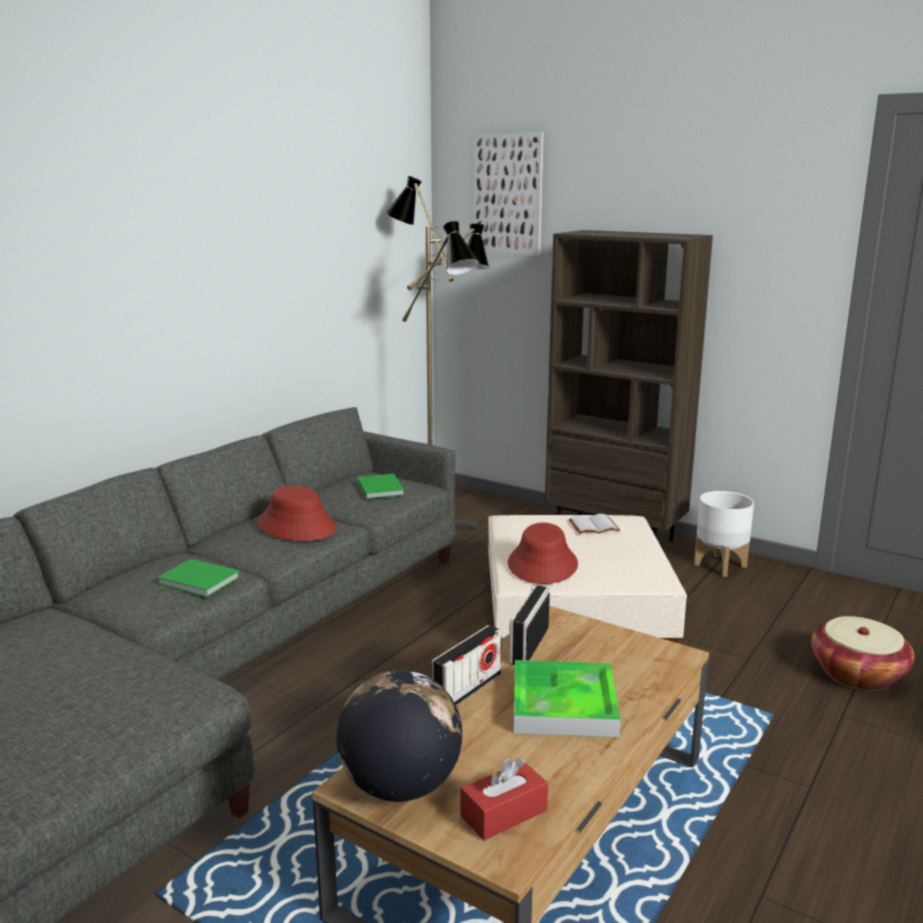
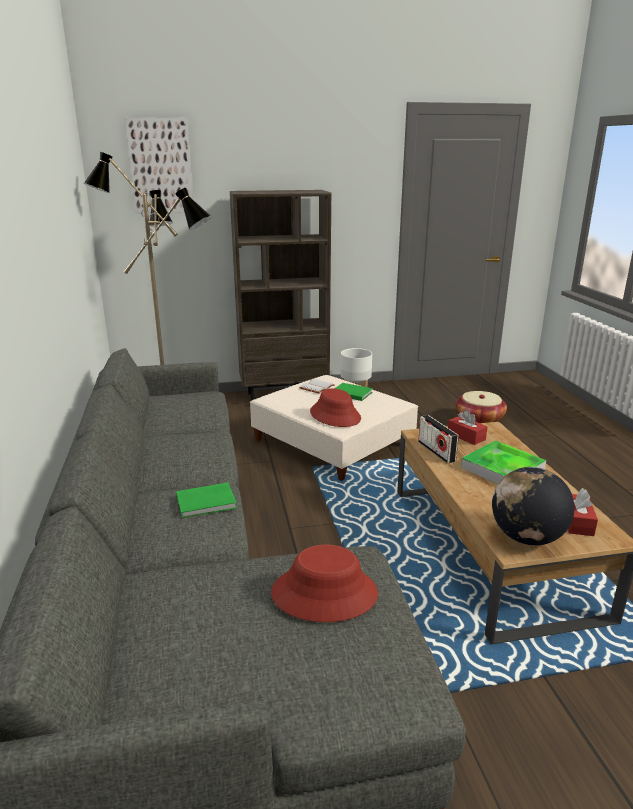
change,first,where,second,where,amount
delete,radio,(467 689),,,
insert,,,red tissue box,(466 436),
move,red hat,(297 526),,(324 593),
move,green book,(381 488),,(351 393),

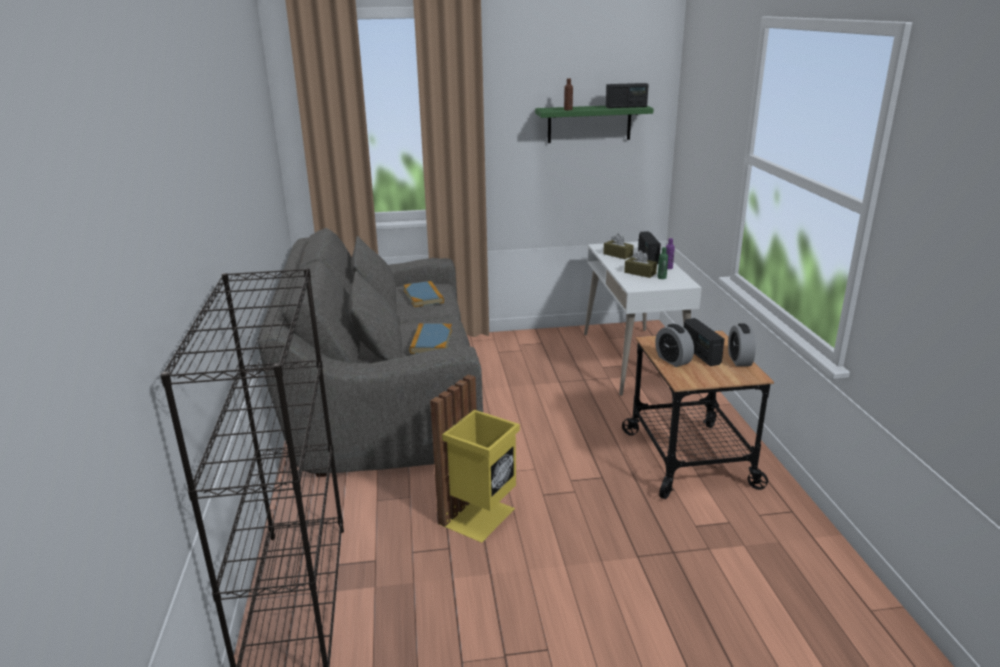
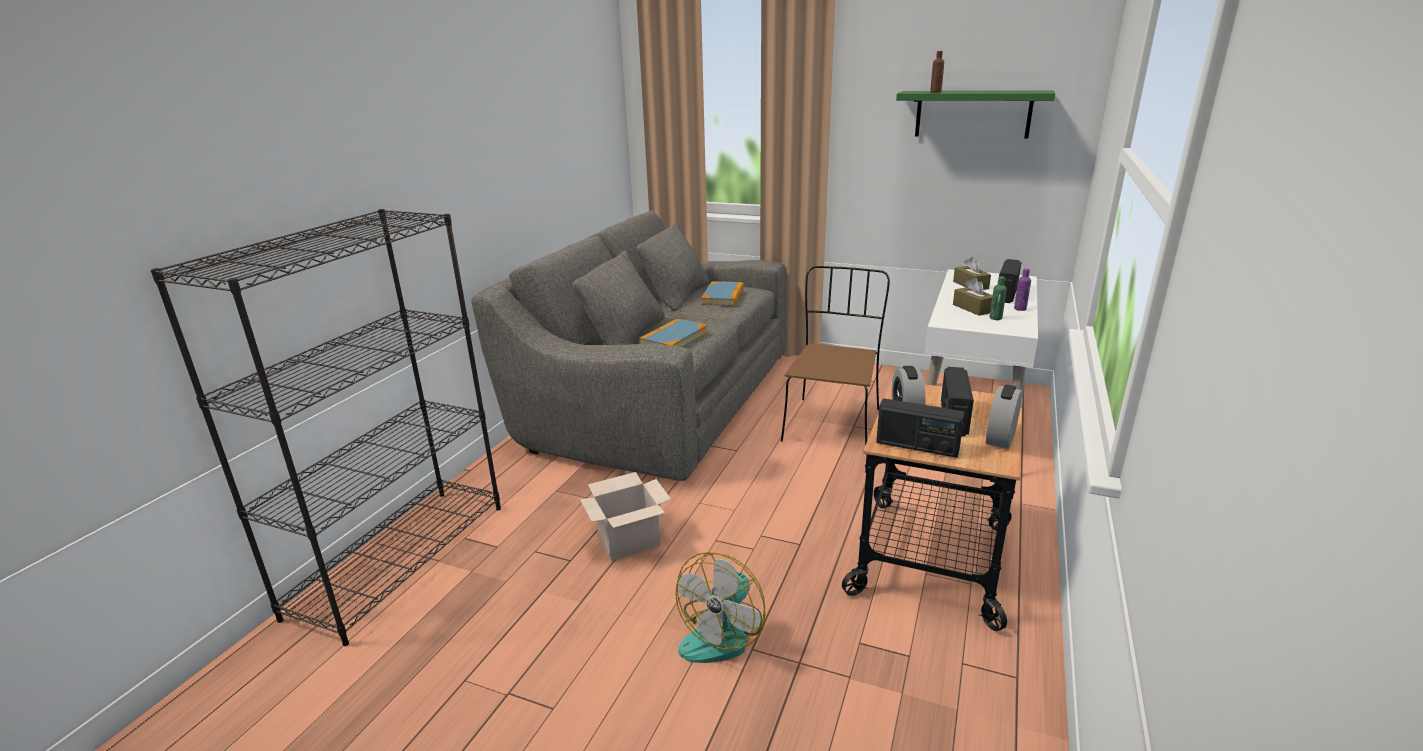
change,first,where,second,where,amount
insert,,,fan,(723 633),
insert,,,brown chair,(832 424),
move,radio,(626 107),,(917 446),
replace,yellow trash can,(480 517),cardboard box,(630 540),

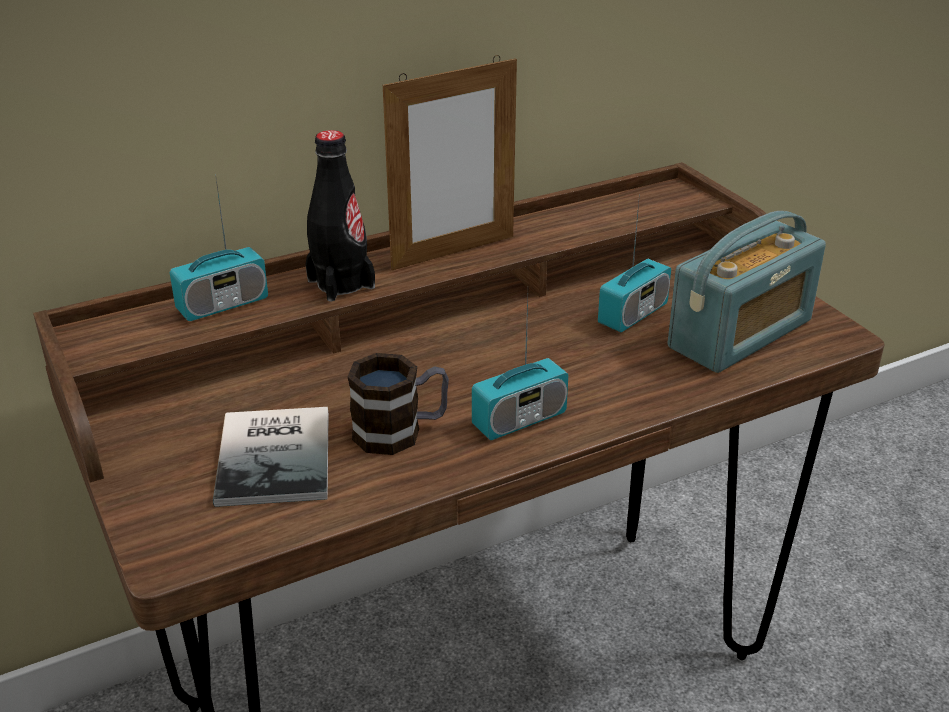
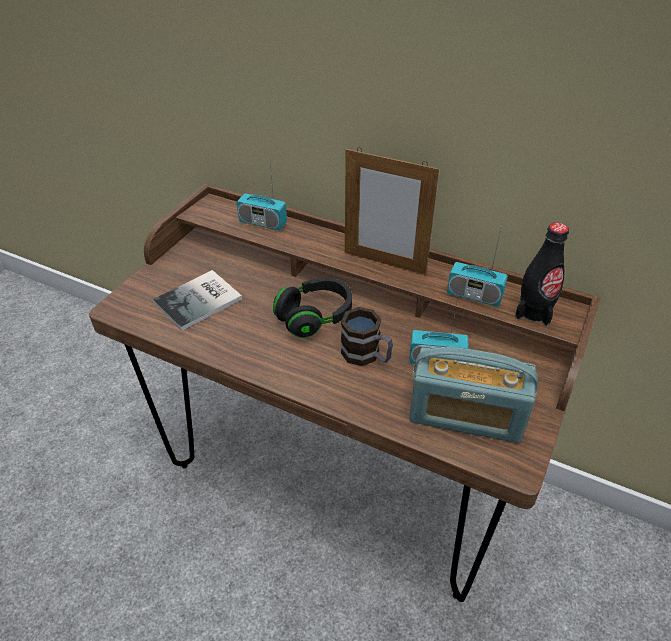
change,first,where,second,where,amount
insert,,,black headphones,(315 317),
move,black bottle,(341 284),,(534 312),
move,mug,(401 432),,(367 356),
move,radio,(519 420),,(474 295),

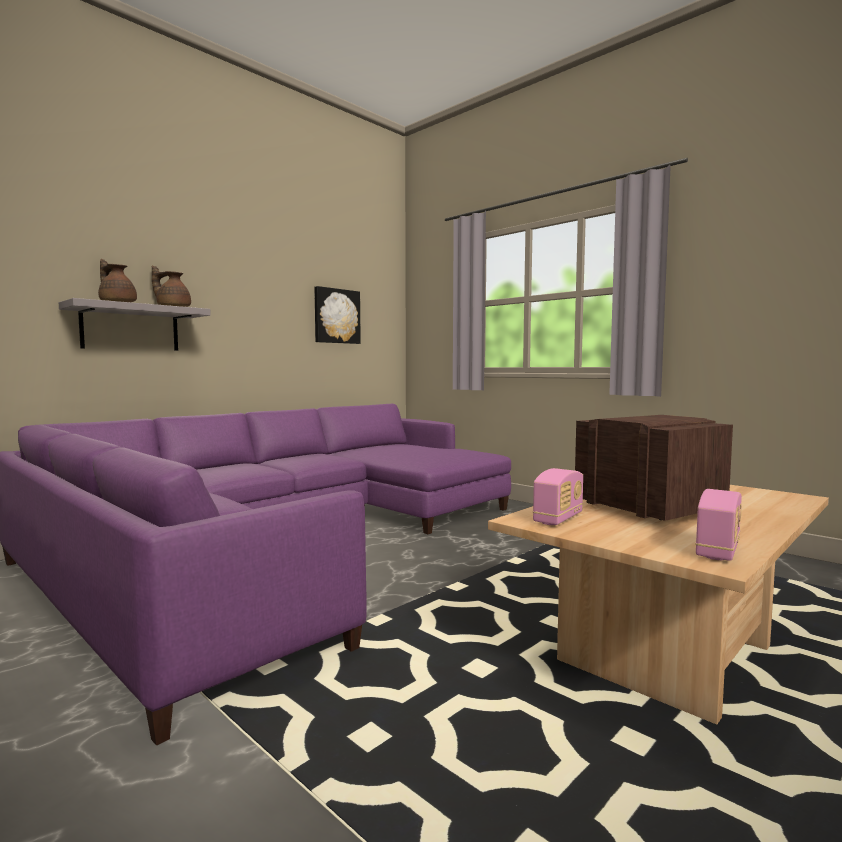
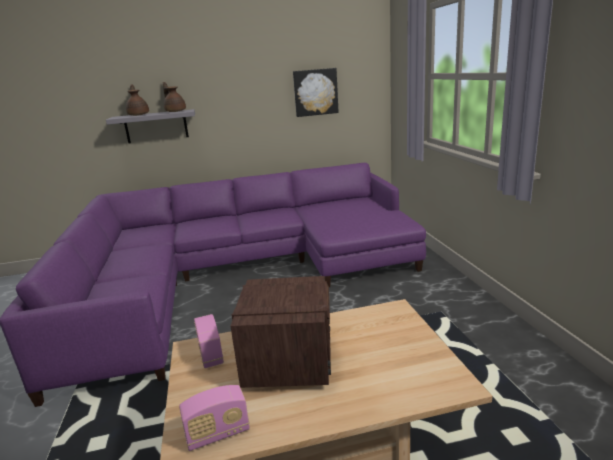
change,first,where,second,where,amount
rotate,radio,(558 518),,(210 354),90 degrees clockwise

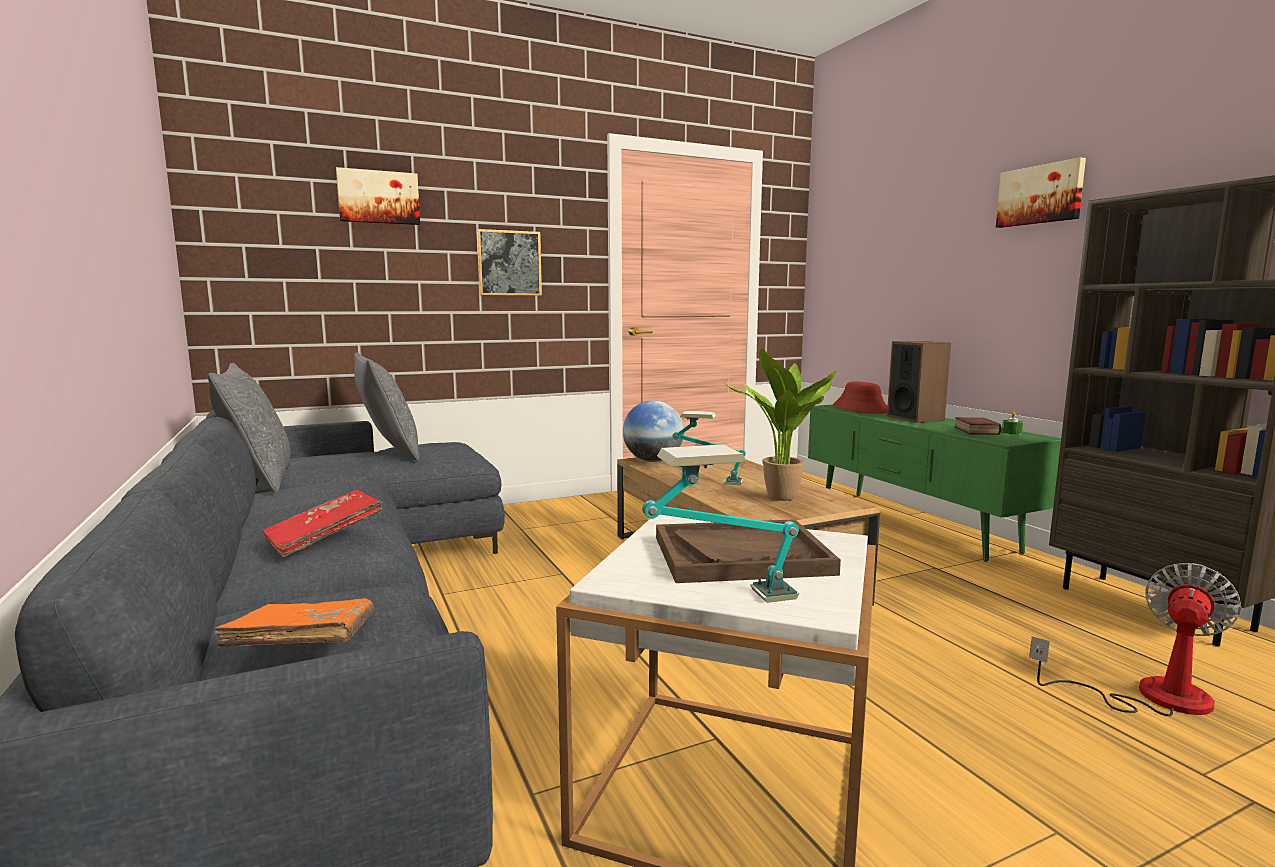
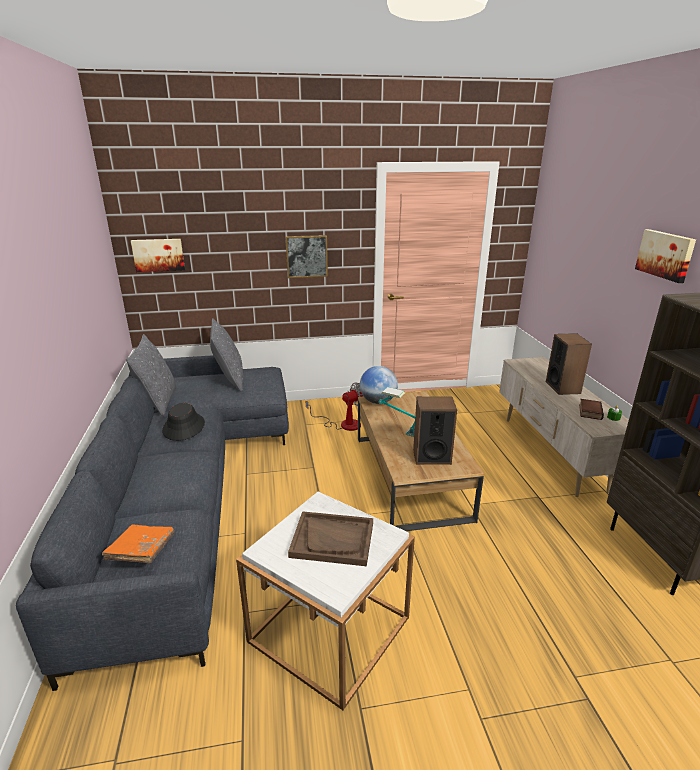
change,first,where,second,where,amount
delete,red book,(324 539),,,
delete,table lamp,(721 600),,,
delete,red hat,(861 408),,,
insert,,,black hat,(184 427),
move,picture,(378 197),,(158 254),
move,fan,(1150 696),,(343 424),
replace,potted plant,(785 499),speaker,(431 456),
recolor,green tv stand,(911 524),beige tv stand,(551 453),

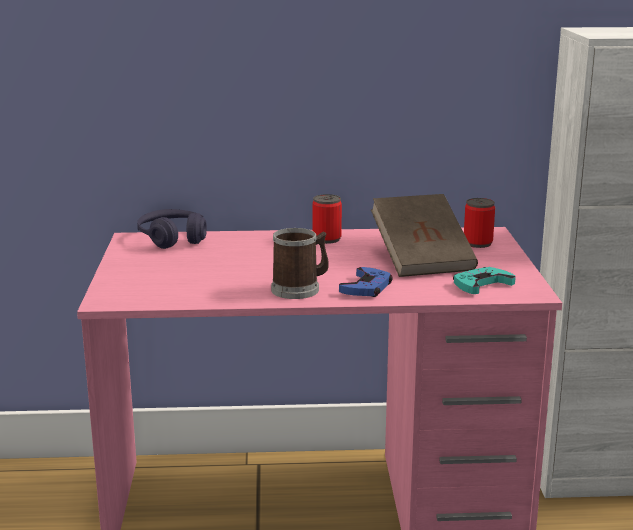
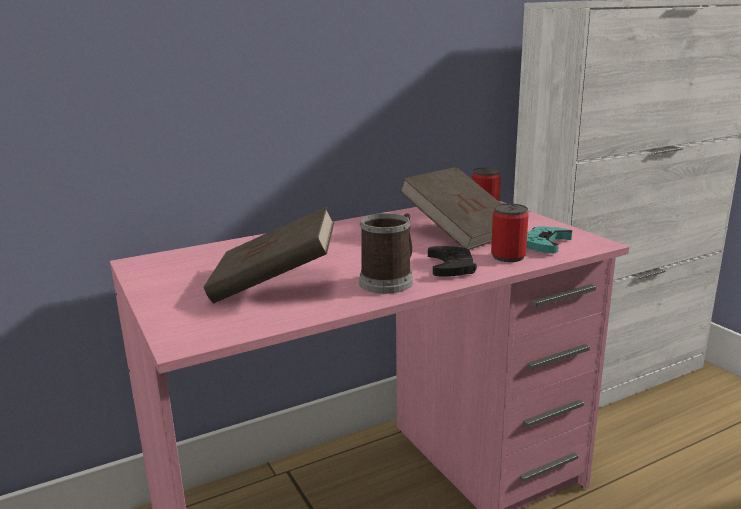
change,first,where,second,where,amount
delete,purple headphones,(173 238),,,
insert,,,brown book,(274 284),
move,can,(326 239),,(508 256),
recolor,blue game controller,(366 288),black game controller,(451 266),

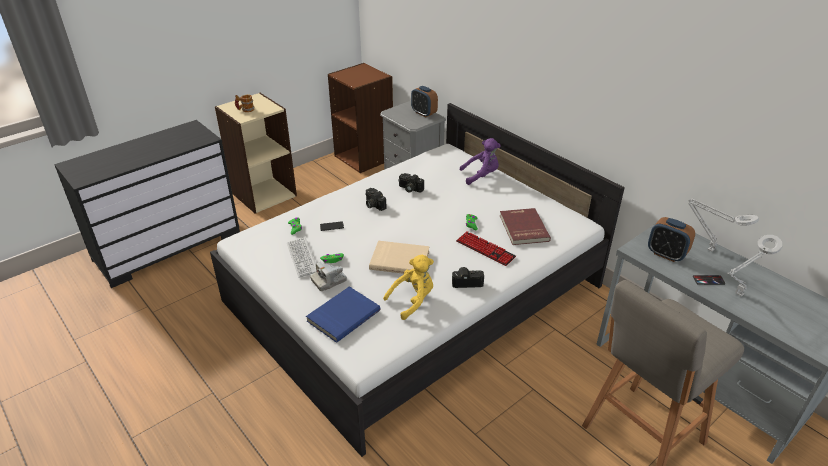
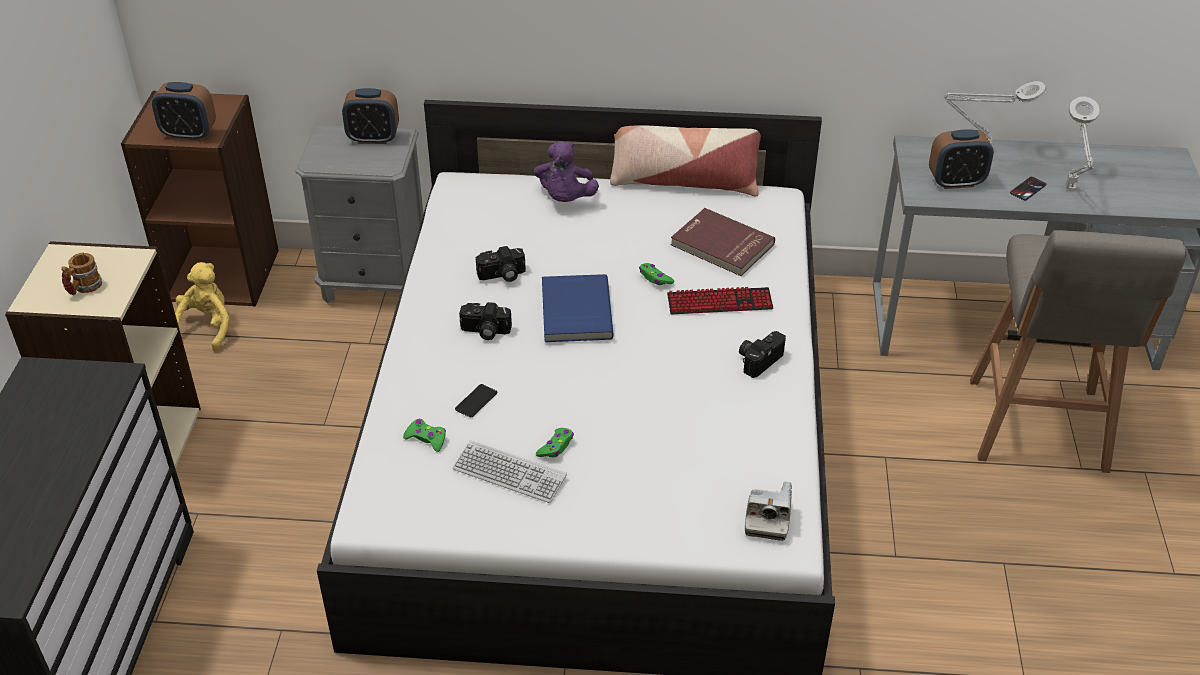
change,first,where,second,where,amount
delete,beige book,(400 259),,,
insert,,,alarm clock,(189 134),
insert,,,pillow,(683 181),
move,blue book,(342 315),,(574 311),
move,photo camera,(329 281),,(767 518),
move,yellow plush toy,(413 300),,(207 327),
rotate,purple plush toy,(481 176),,(565 199),150 degrees clockwise

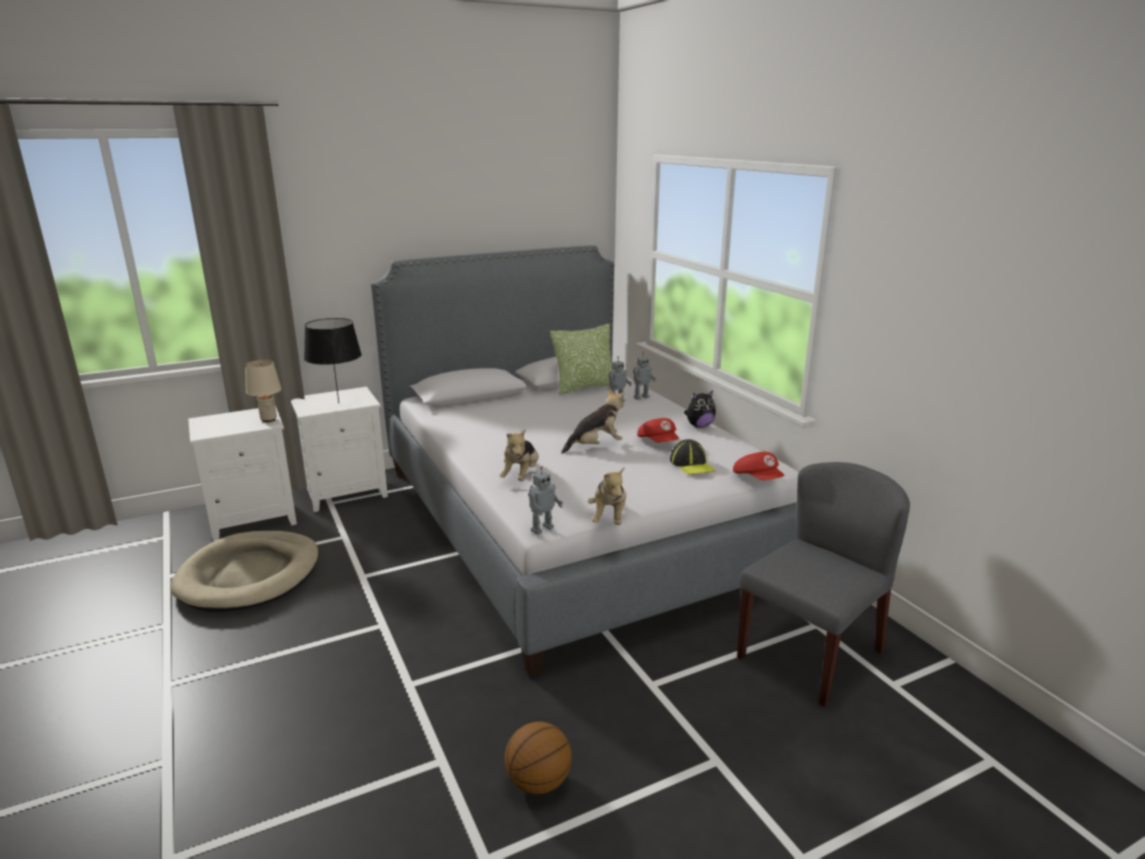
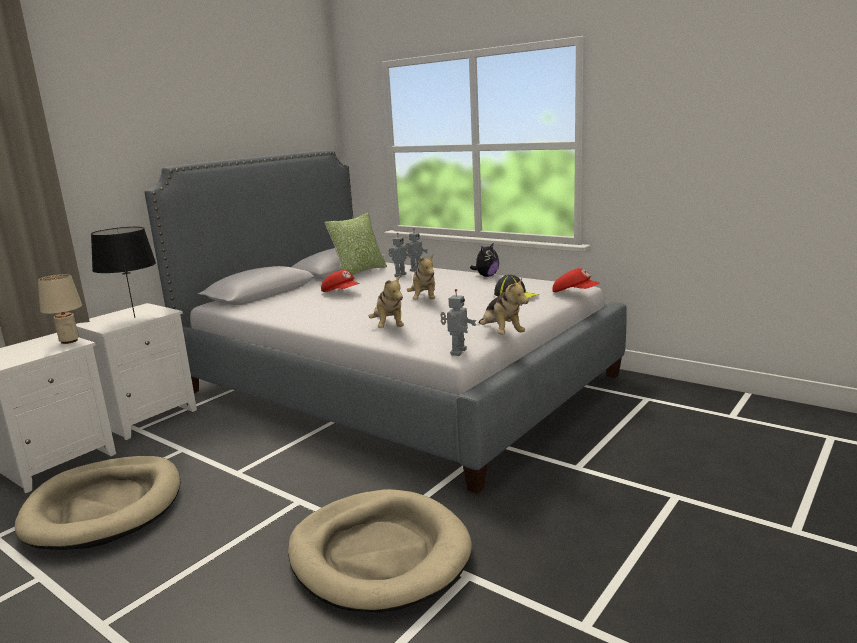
change,first,where,second,where,amount
delete,basketball,(538 782),,,
delete,grey chair,(810 653),,,
insert,,,beige dog bed,(379 554),
move,red cap,(658 443),,(341 293),
rotate,plush toy,(595 446),,(424 300),135 degrees clockwise

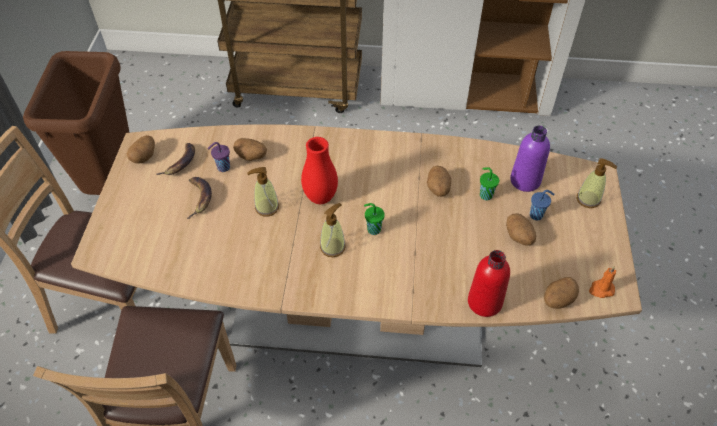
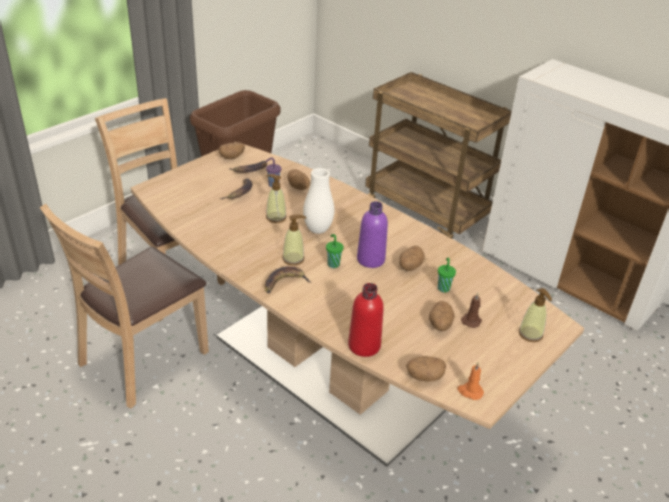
change,first,where,second,where,amount
insert,,,banana,(284 282),
move,purple bottle,(525 180),,(370 259),
replace,blue cup,(537 215),brown candle,(471 320),
recolor,red vase,(320 197),white vase,(318 230),

